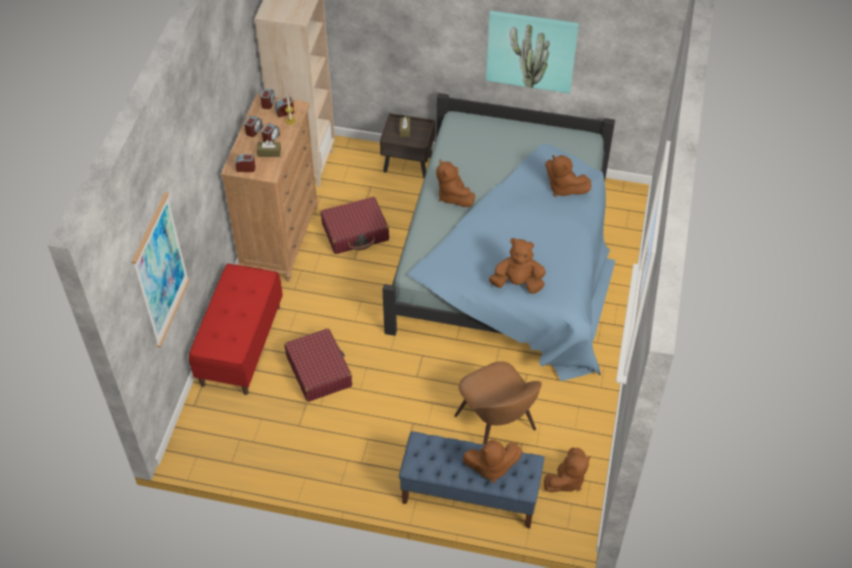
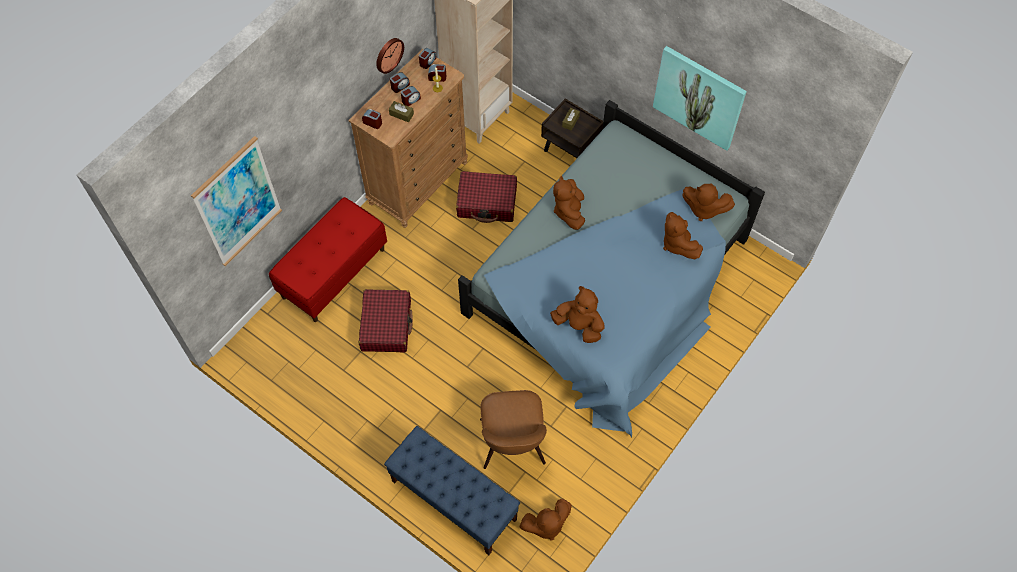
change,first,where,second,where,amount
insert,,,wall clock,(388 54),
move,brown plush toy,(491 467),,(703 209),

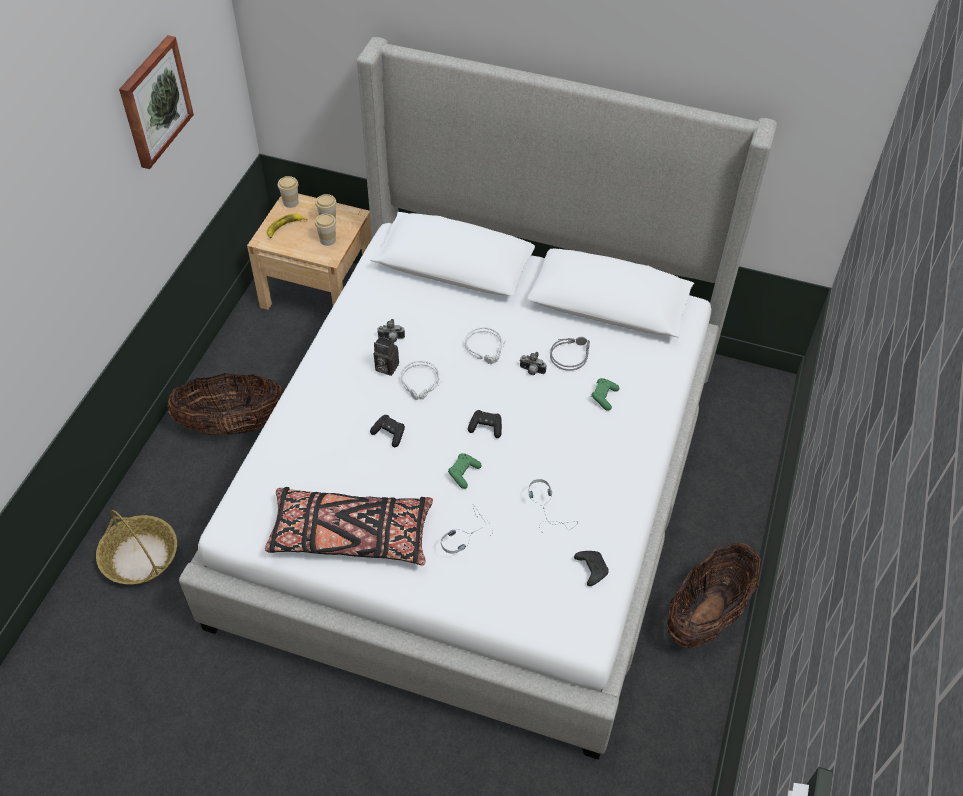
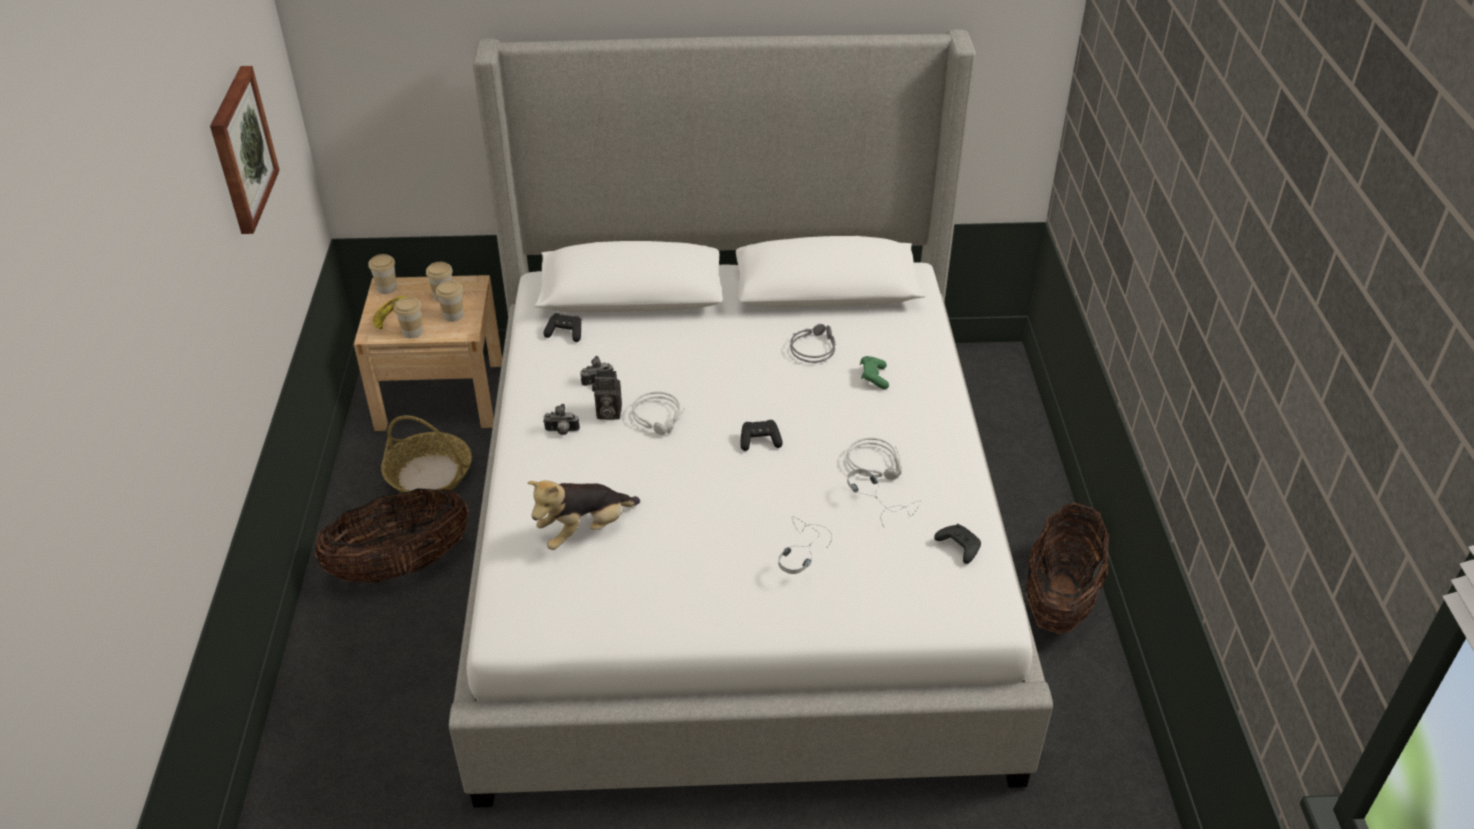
change,first,where,second,where,amount
delete,black pillow,(350 535),,,
delete,green game controller,(463 473),,,
insert,,,cup,(412 332),
insert,,,plush toy,(584 530),
move,basket,(141 557),,(430 475),
move,black game controller,(389 434),,(565 333),
move,grey headphones,(486 349),,(876 464),
move,photo camera,(531 371),,(562 431),

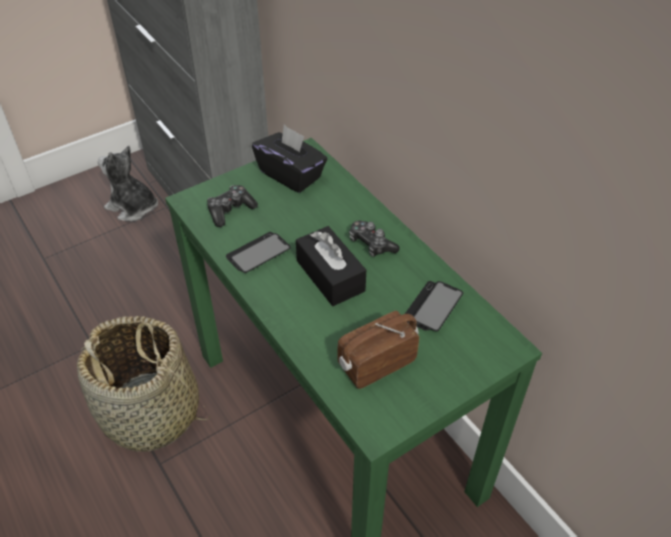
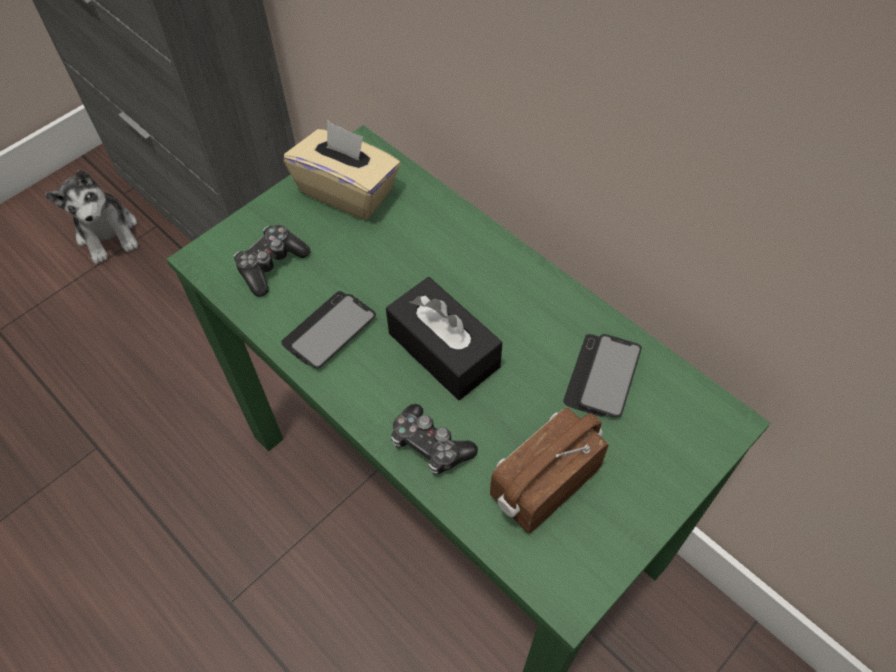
change,first,where,second,where,amount
delete,basket,(152 413),,,
move,game controller,(371 244),,(430 446),
recolor,black tissue box,(291 174),beige tissue box,(348 191),
rotate,plush toy,(132 207),,(108 233),135 degrees counterclockwise

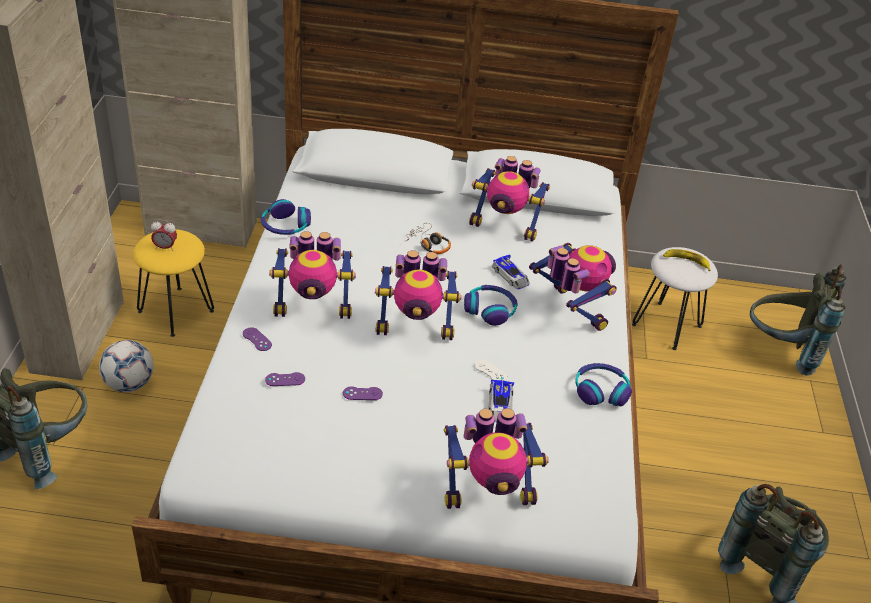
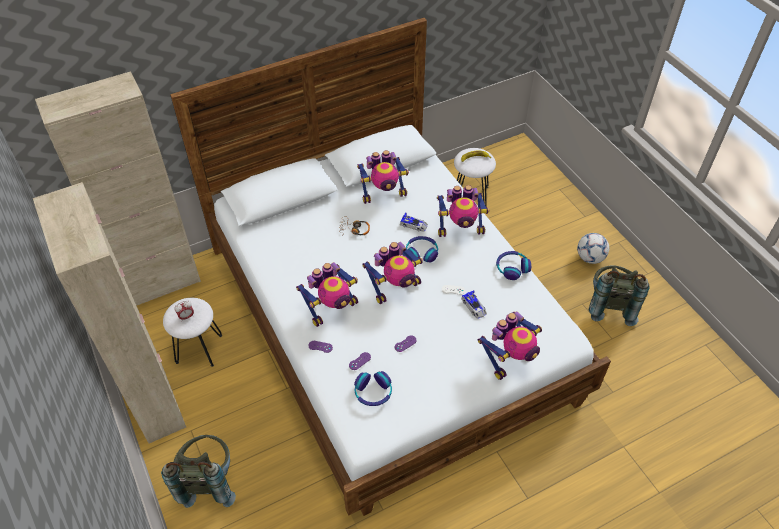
change,first,where,second,where,amount
delete,grey backpack,(780 350),,,
move,football,(129 384),,(590 258),
move,headphones,(285 226),,(373 392),
recolor,yellow stool,(175 311),white stool,(198 348),
rotate,toy robot,(570 311),,(460 229),150 degrees clockwise

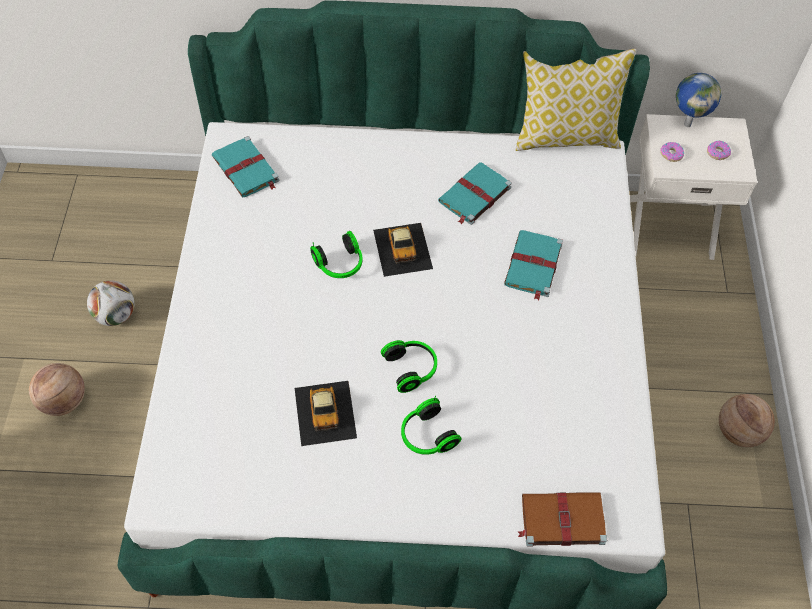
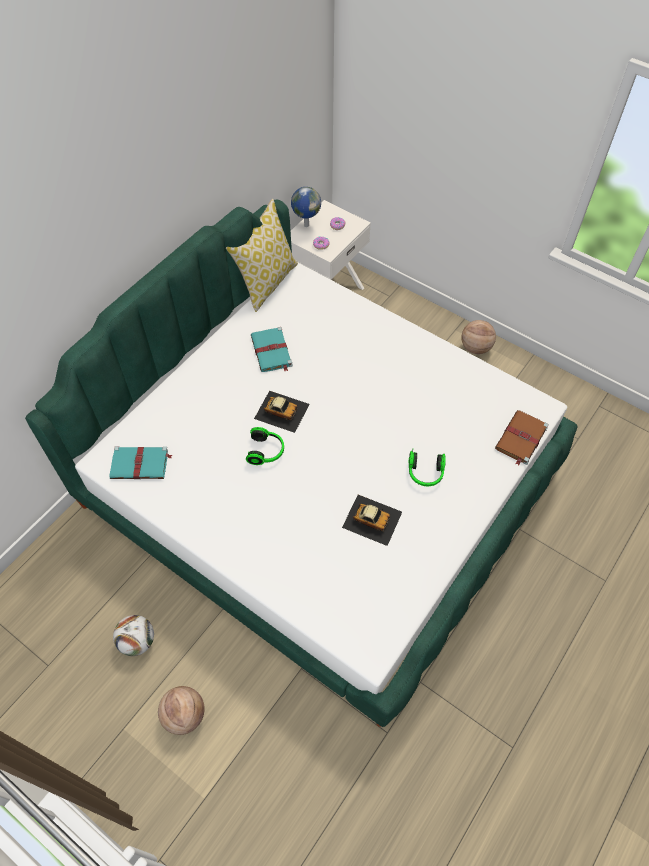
change,first,where,second,where,amount
delete,headphones,(412 368),,,
delete,turquoise book,(533 266),,,

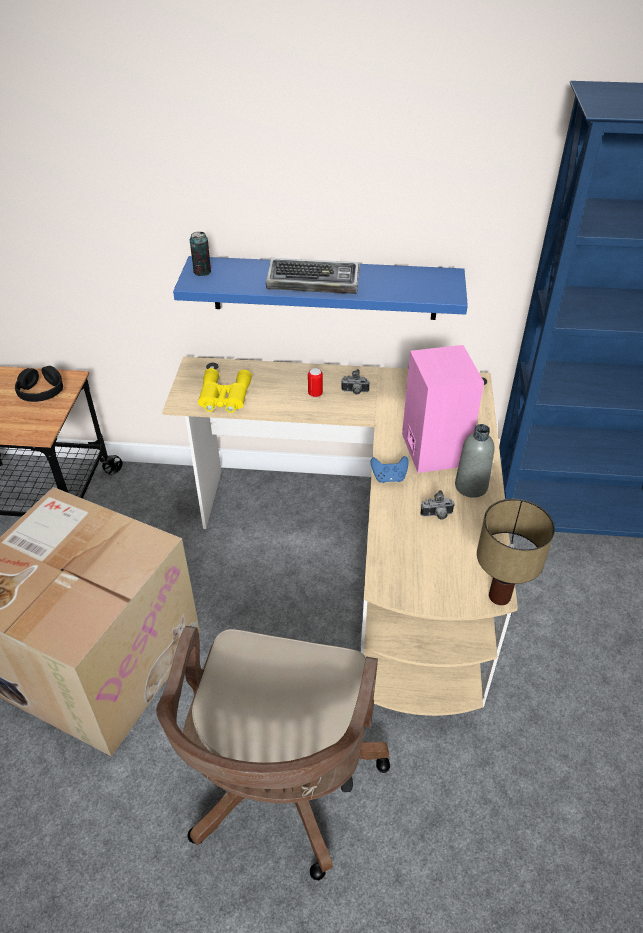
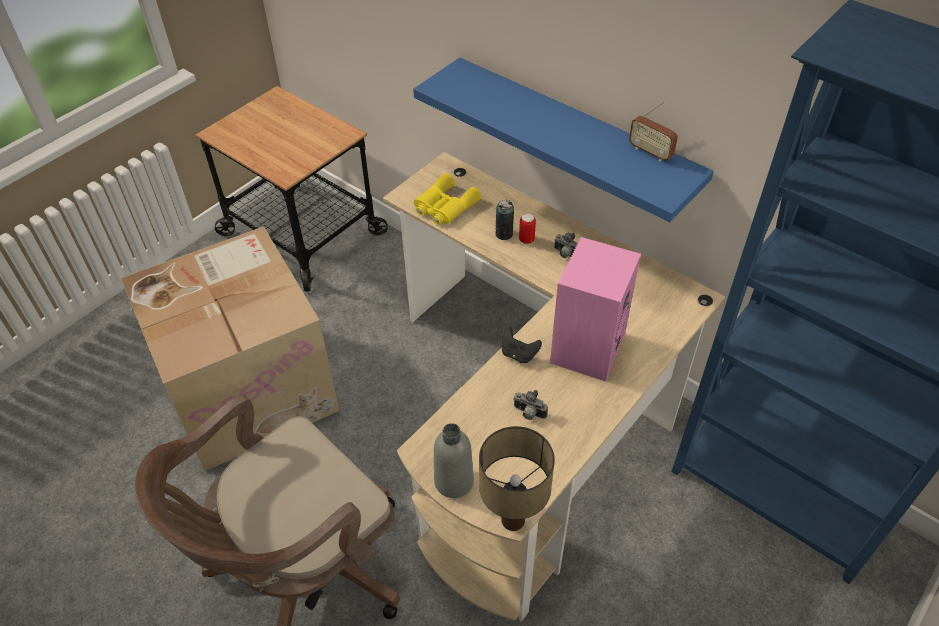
change,first,where,second,where,amount
delete,black headphones,(41 391),,,
delete,keyboard,(314 282),,,
insert,,,radio,(650 152),
move,can,(202 272),,(504 234),
move,grey bottle,(471 486),,(454 481),
recolor,blue game controller,(389 478),black game controller,(518 354),

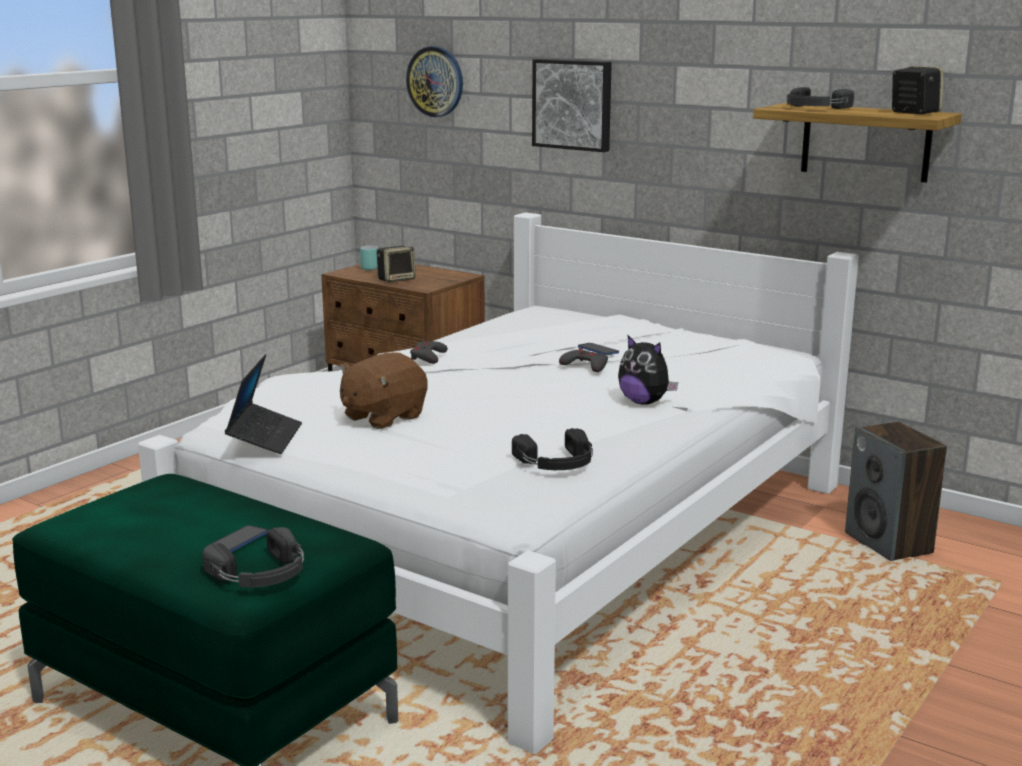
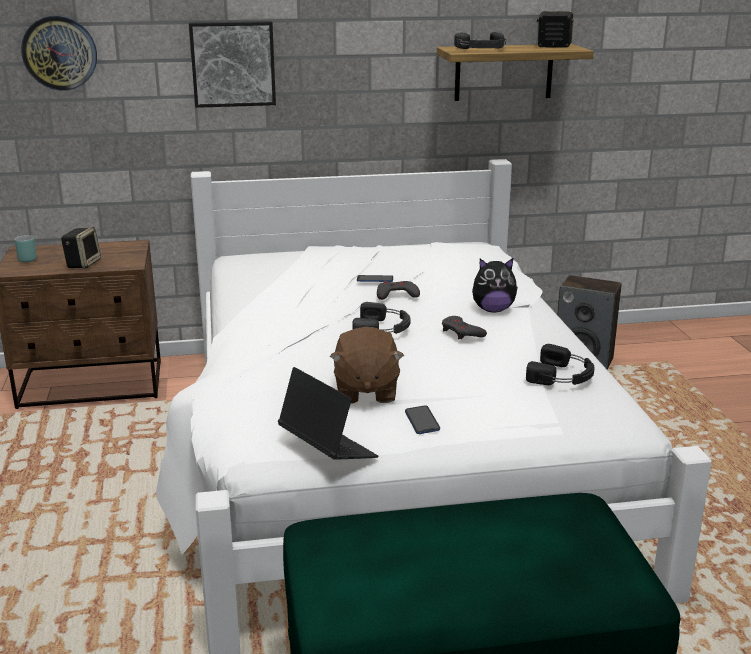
change,first,where,second,where,amount
move,black headphones,(261 574),,(383 328),
move,phone,(237 541),,(422 421),
move,grey game controller,(428 357),,(461 332),

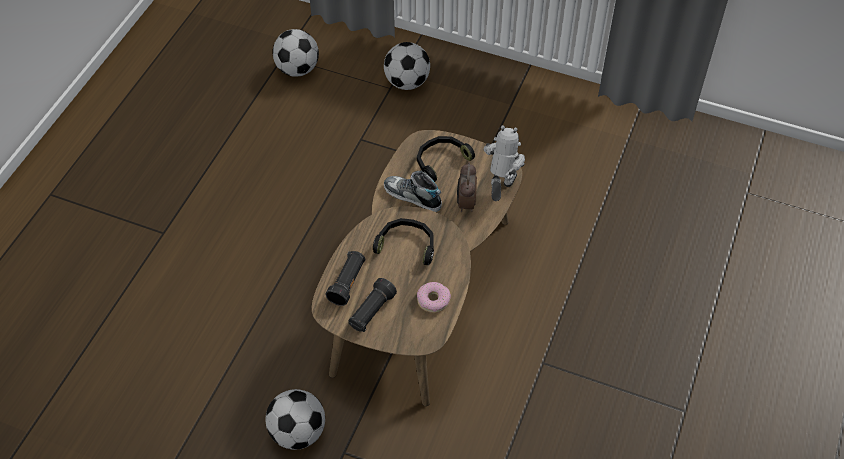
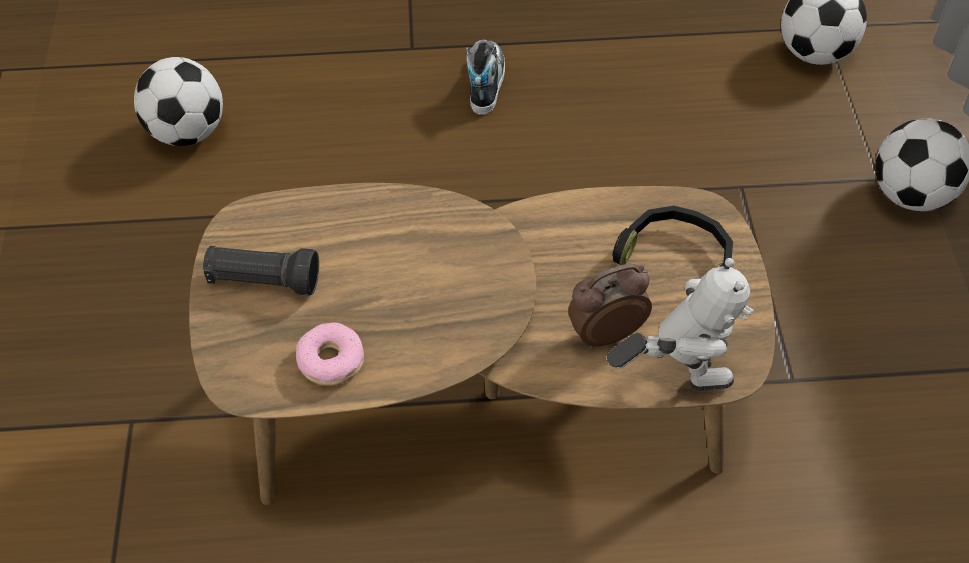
change,first,where,second,where,amount
delete,black flashlight,(347 283),,,
delete,black headphones,(407 245),,,
move,football,(297 433),,(187 132),
move,shoe,(412 197),,(485 82),

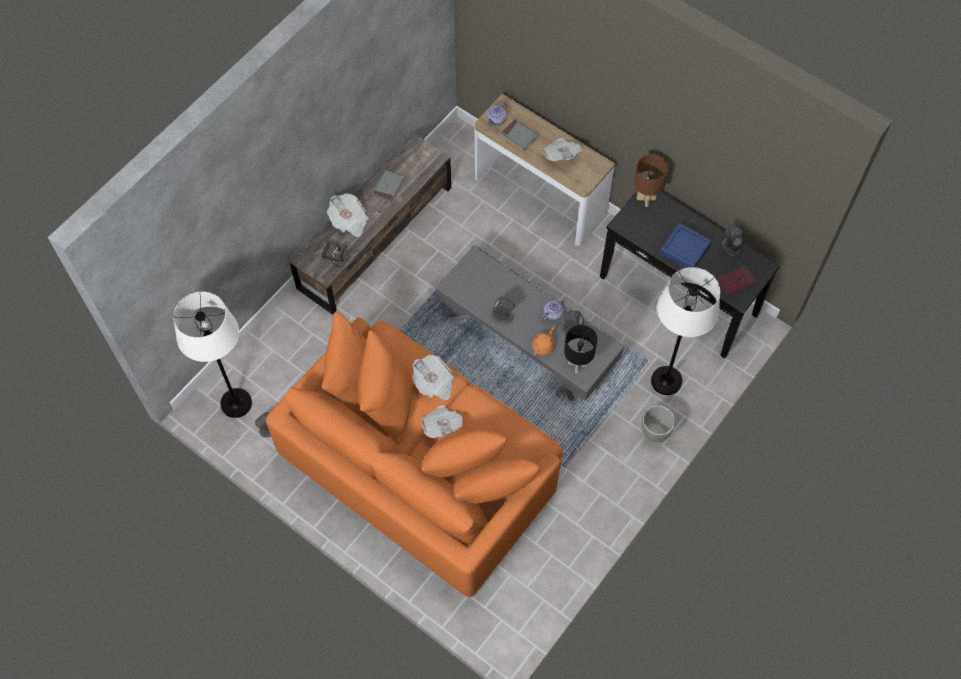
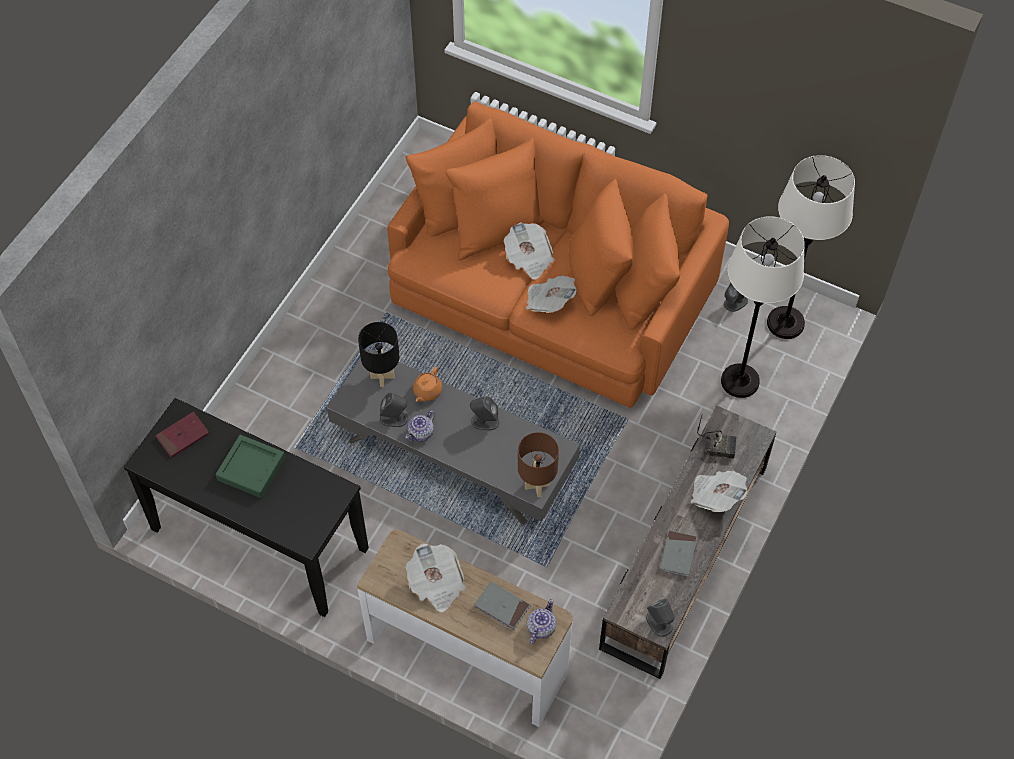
change,first,where,second,where,amount
delete,grey planter,(655 432),,,
move,brown table lamp,(646 198),,(536 486),
move,white floor lamp,(666 381),,(739 381),
move,grey speaker,(730 247),,(659 623),
recolor,blue tray,(685 249),green tray,(251 469),

